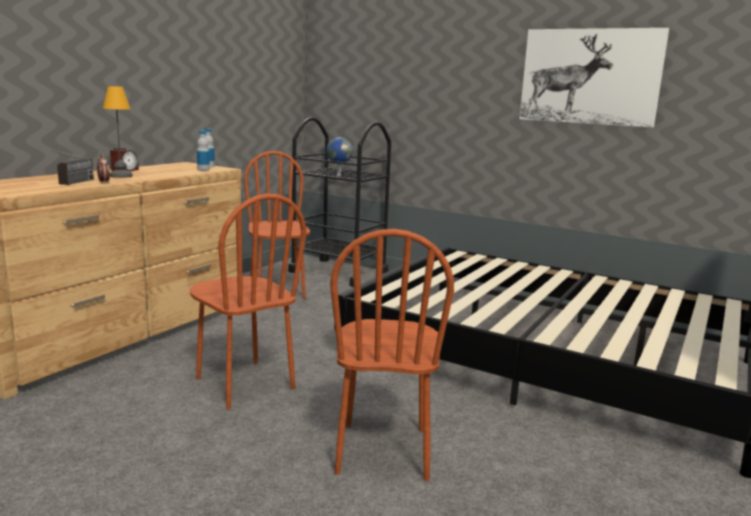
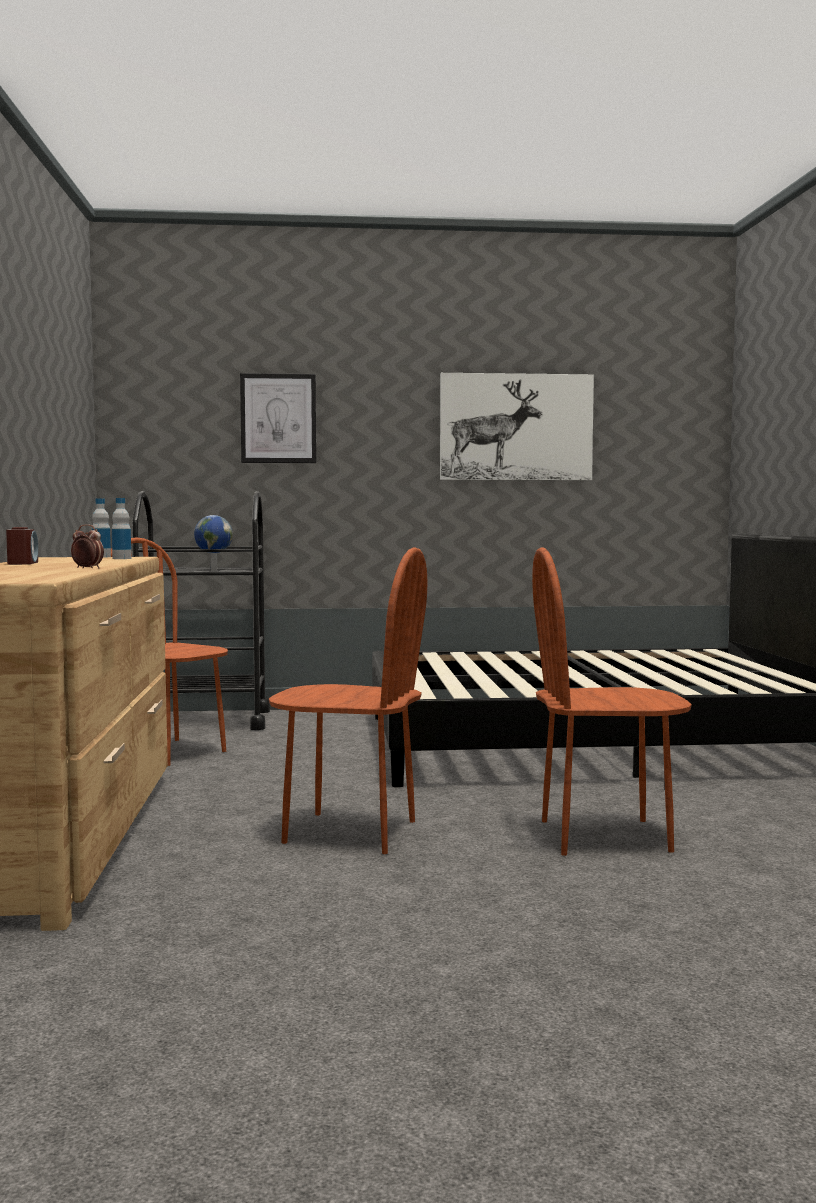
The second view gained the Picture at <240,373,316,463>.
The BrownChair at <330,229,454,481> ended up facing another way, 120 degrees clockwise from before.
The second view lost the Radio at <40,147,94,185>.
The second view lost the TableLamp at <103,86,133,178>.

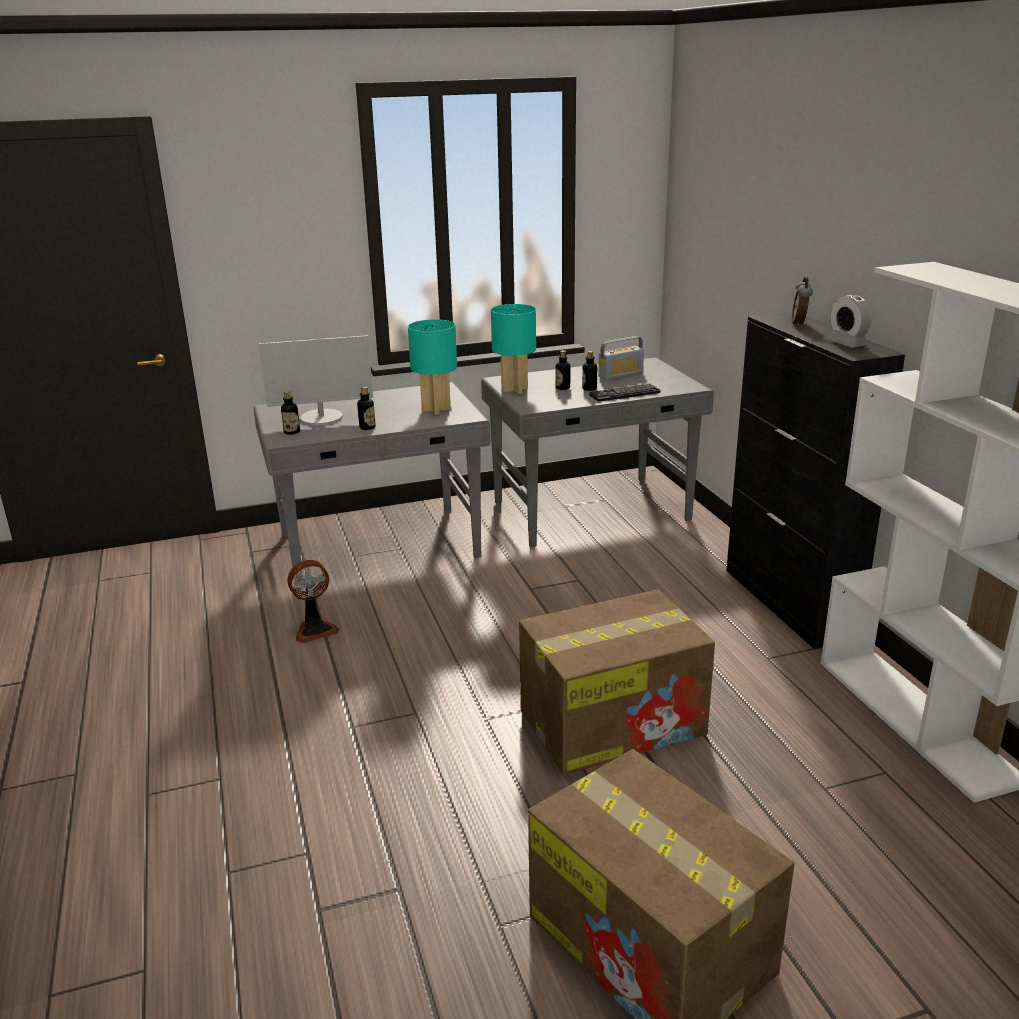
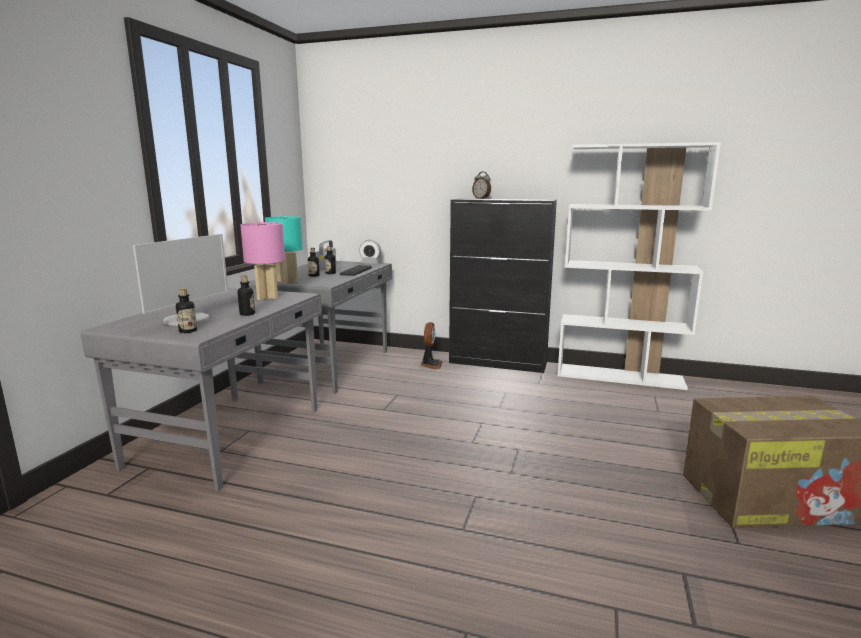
What was the TurquoiseTableLamp at <408,319,457,415> turned into the PinkTableLamp at <240,222,285,300>.
The AlarmClock ended up elsewhere, having gone from <828,295,871,348> to <359,240,381,263>.
The Fan ended up elsewhere, having gone from <287,560,339,643> to <421,322,443,369>.
The second view lost the CardboardBox at <519,590,715,775>.

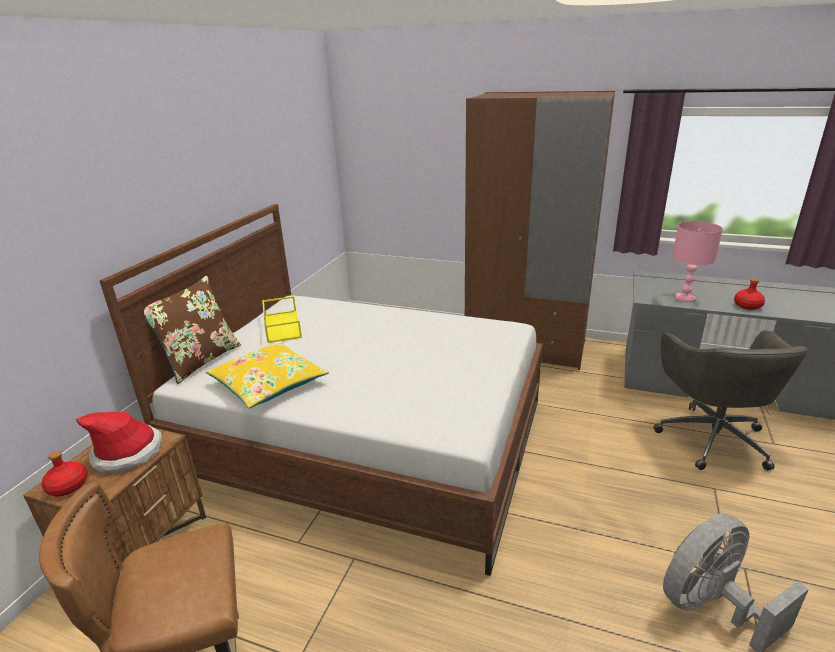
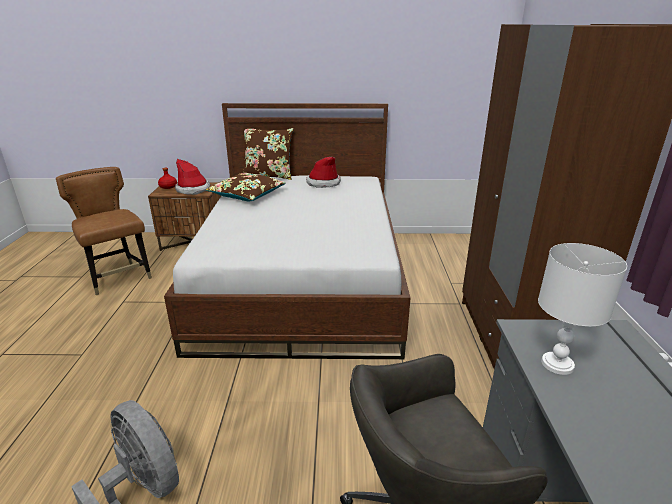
What was the YellowPillow at <205,342,329,408> turned into the BrownPillow at <206,173,286,201>.
Where the YellowTray stood at <262,296,302,343>, the Hat came to stand at <306,157,341,188>.
What was the PinkTableLamp at <672,221,723,303> turned into the WhiteTableLamp at <538,243,627,375>.
The second view lost the RedBottle at <734,278,765,310>.

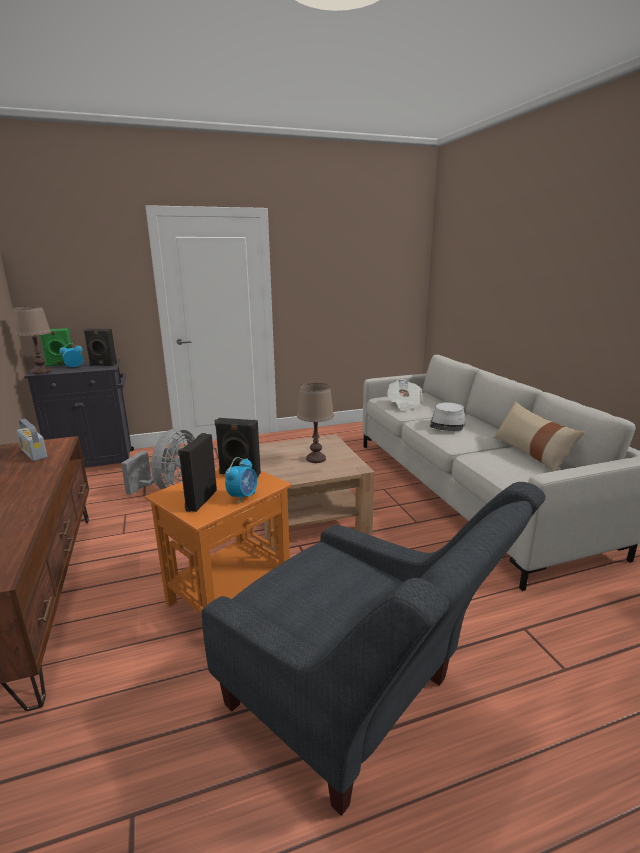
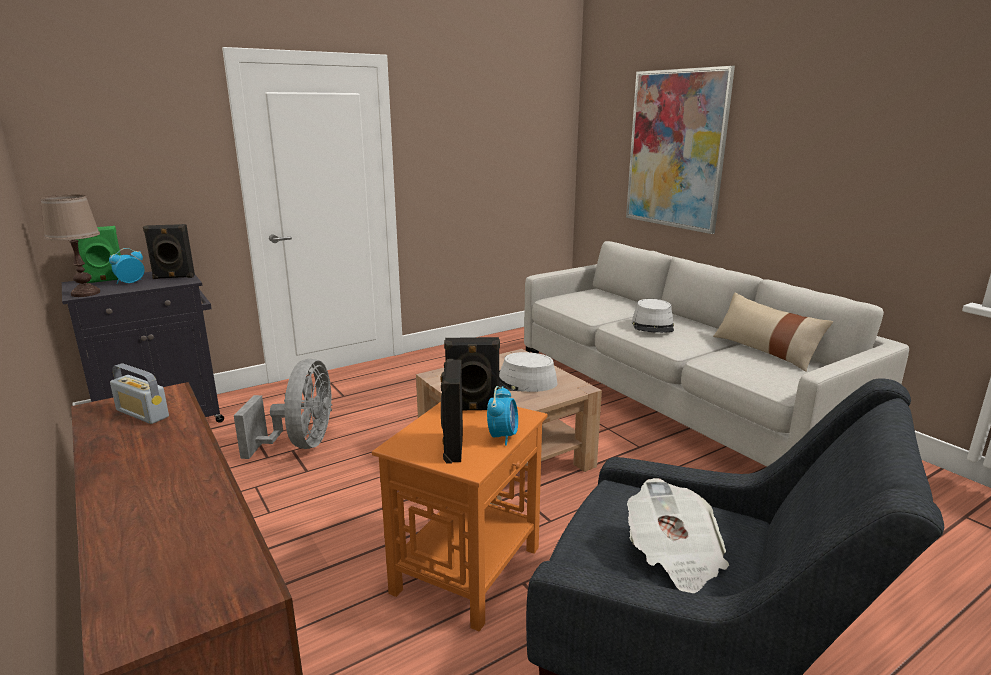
Where the BrownTableLamp stood at <297,383,334,463>, the GreyHat came to stand at <499,352,558,392>.
The second view gained the Picture at <626,66,735,234>.
The Newspaper ended up elsewhere, having gone from <387,379,423,411> to <627,478,729,593>.

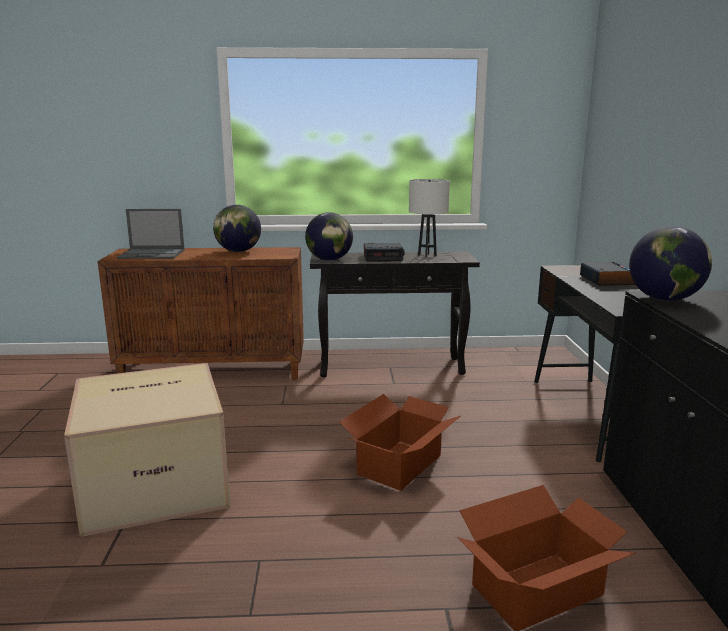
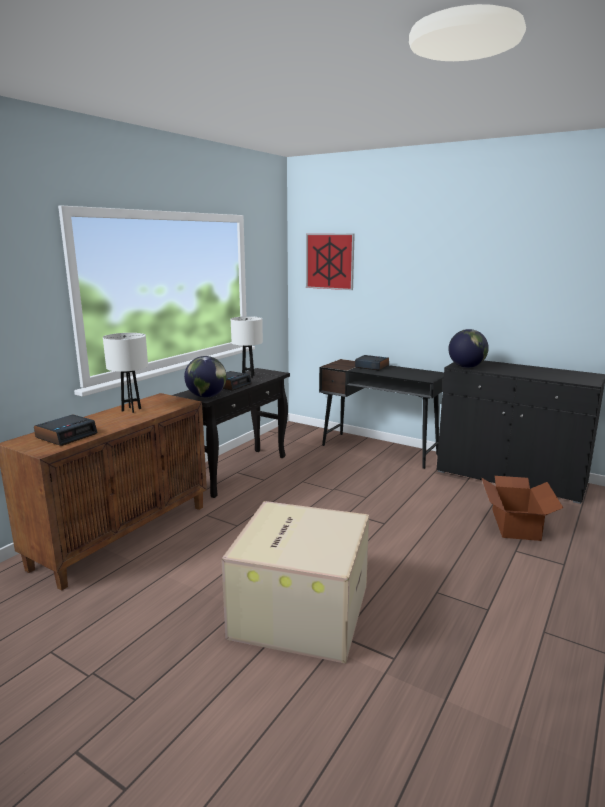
Where the Laptop stood at <117,209,185,259>, the AlarmClock came to stand at <34,415,97,446>.
Where the Globe stood at <213,205,261,252>, the WhiteTableLamp came to stand at <103,333,148,413>.
The second view gained the Picture at <306,234,355,290>.
The second view lost the CardboardBox at <339,394,461,491>.

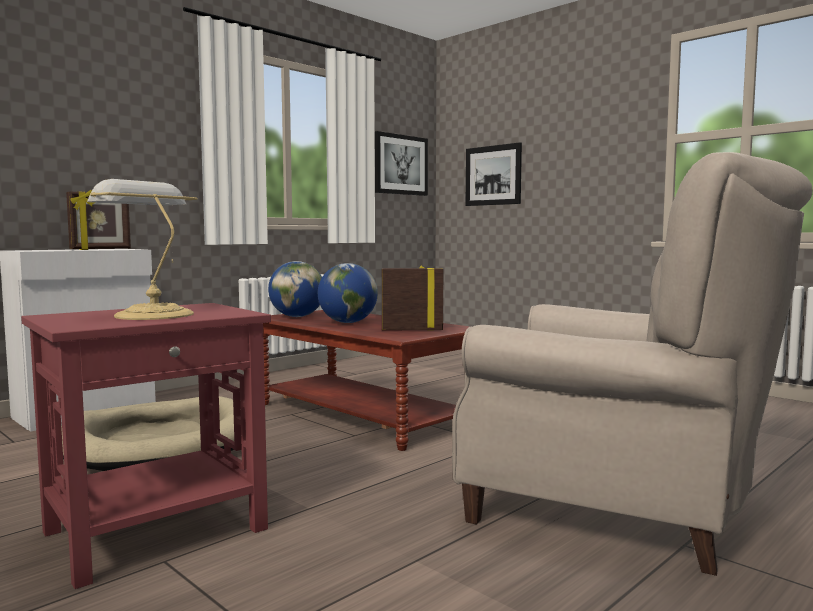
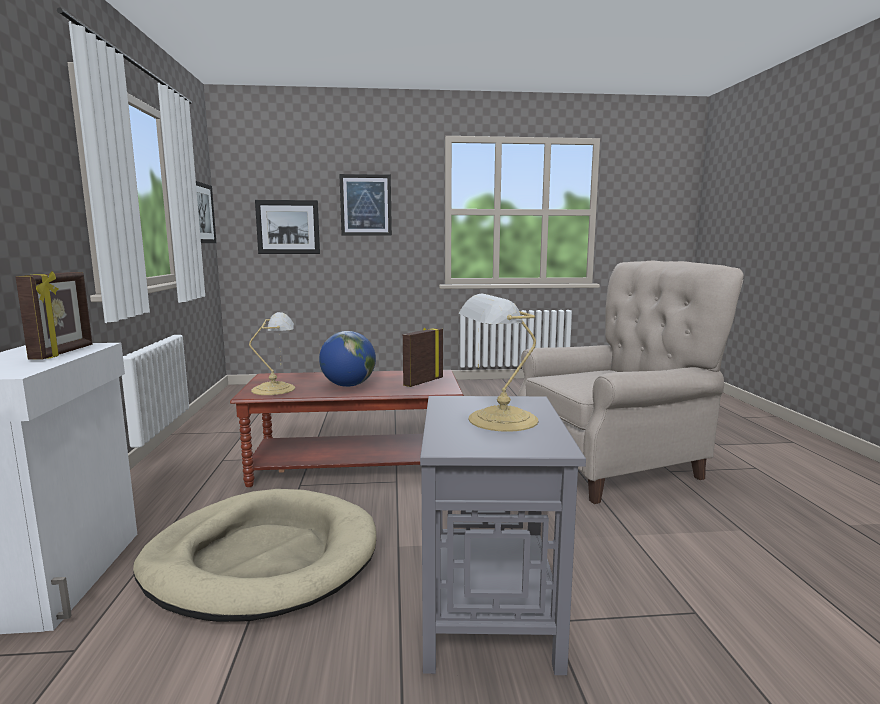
Where the Globe stood at <268,261,322,317>, the TableLamp came to stand at <249,312,295,395>.
The second view gained the Picture at <339,174,392,236>.
What was the RedSideTable at <21,303,271,589> turned into the GreySideTable at <420,396,586,675>.

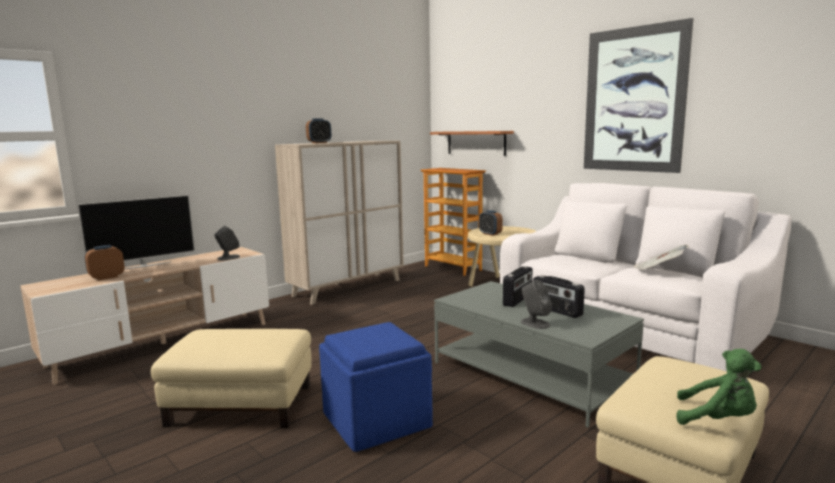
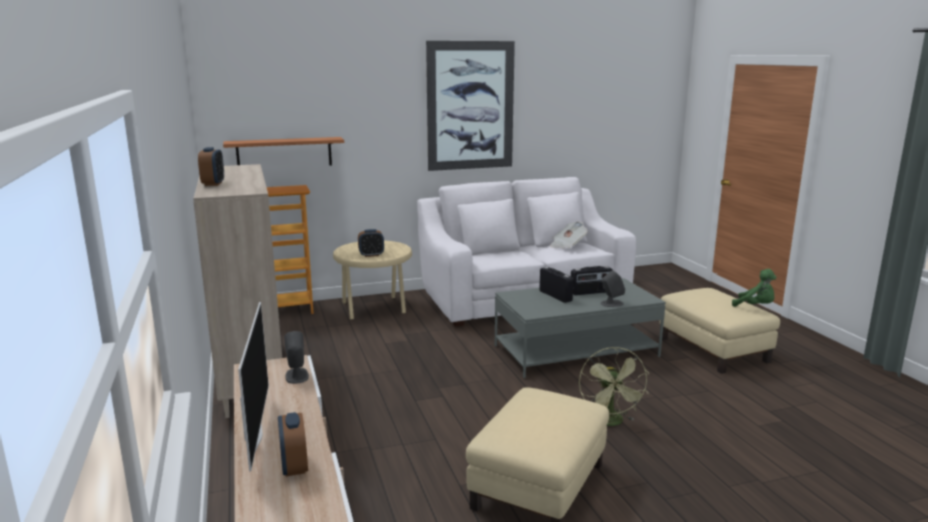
Where the BlueOttoman stood at <319,322,433,452>, the GreenFan came to stand at <579,347,649,426>.
The GreenPlushToy at <677,349,761,425> ended up facing another way, 75 degrees clockwise from before.

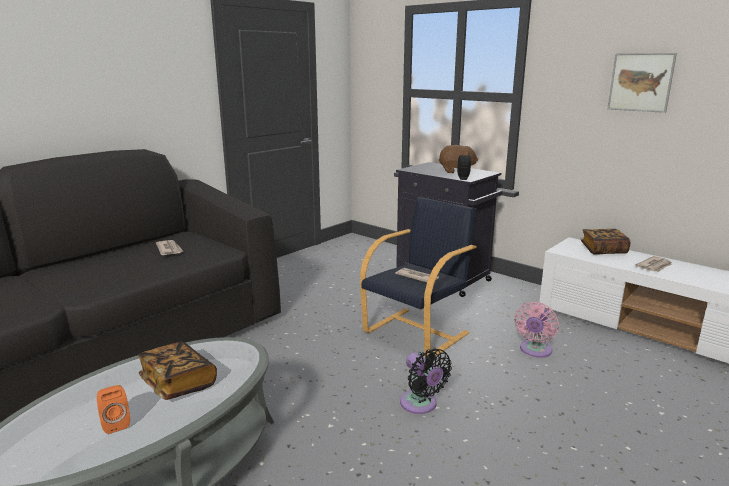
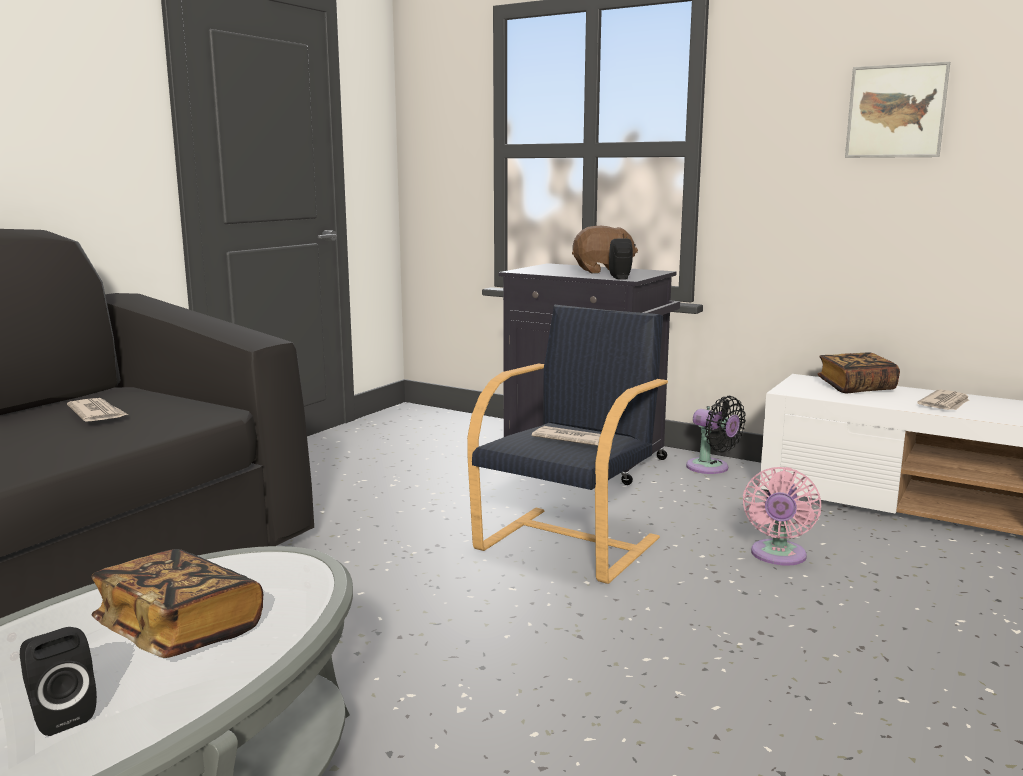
What was the OrangeSpeaker at <97,385,130,434> turned into the BlackSpeaker at <20,627,97,736>.
The BlackFan ended up elsewhere, having gone from <400,348,452,414> to <686,396,746,474>.

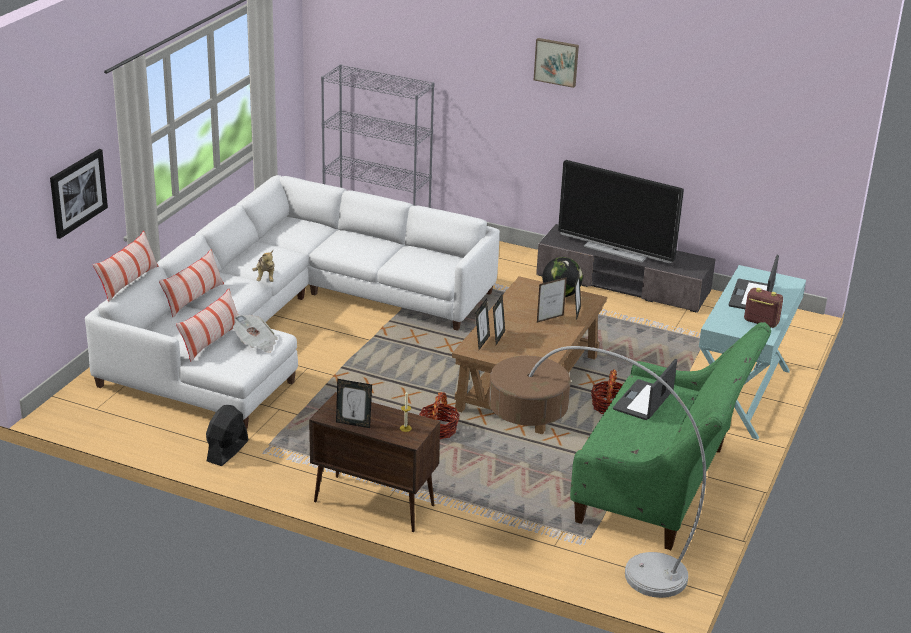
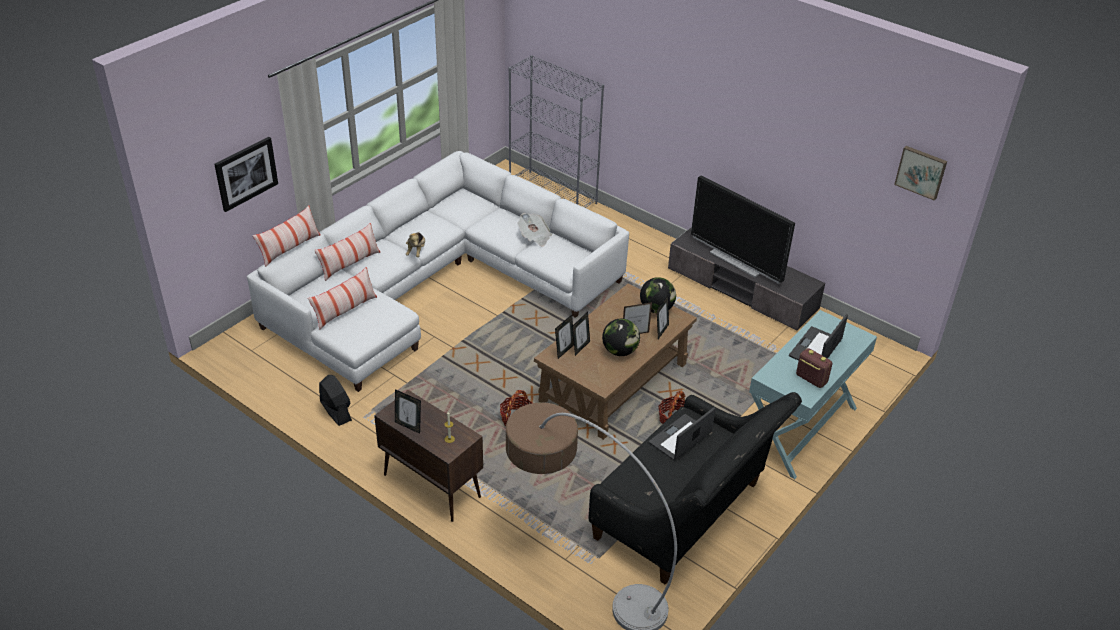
The BlackFan at <206,405,248,466> ended up facing another way, 105 degrees clockwise from before.
The Newspaper ended up elsewhere, having gone from <233,315,278,353> to <518,213,552,246>.
What was the GreenSofa at <570,322,771,550> turned into the BlackSofa at <589,392,802,585>.
The second view gained the Globe at <602,319,640,356>.
The Picture ended up elsewhere, having gone from <534,38,579,88> to <894,146,947,201>.

